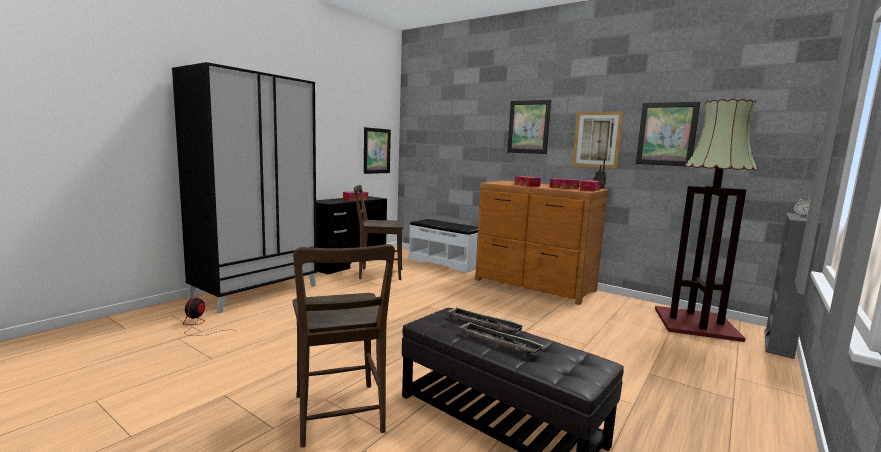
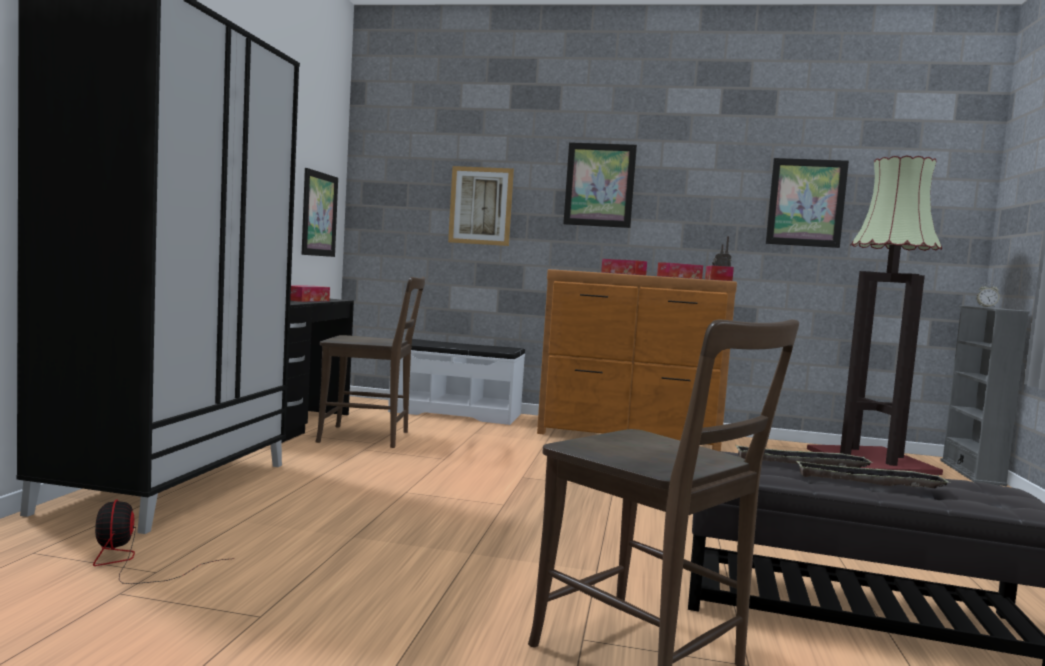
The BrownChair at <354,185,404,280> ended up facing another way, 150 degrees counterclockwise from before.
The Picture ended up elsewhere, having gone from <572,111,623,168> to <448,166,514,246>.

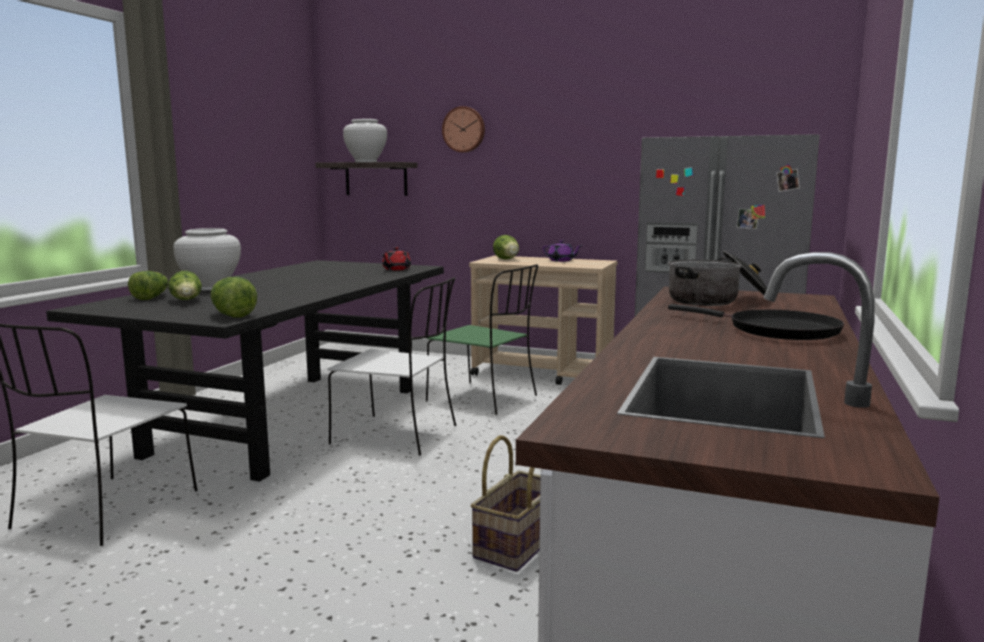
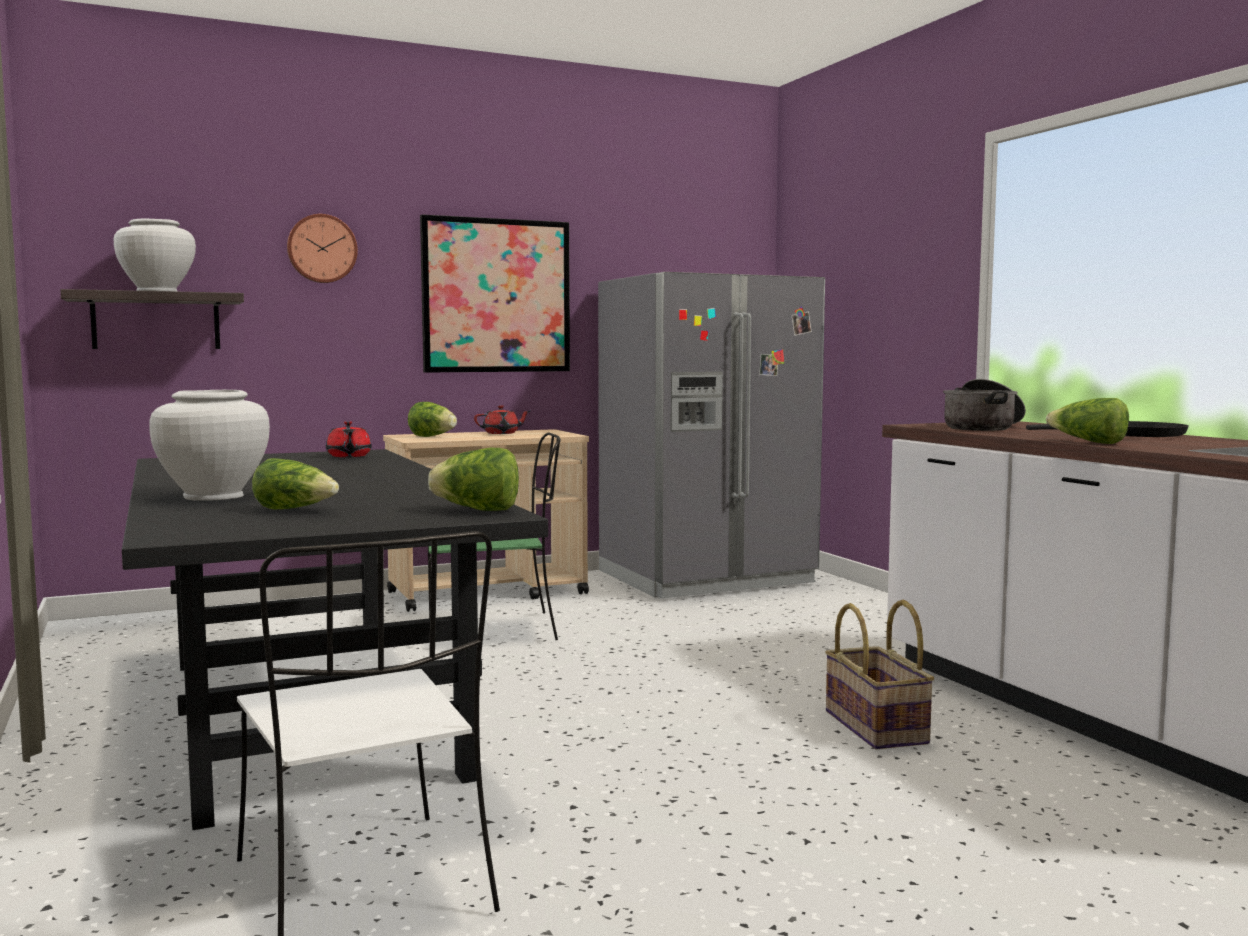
The second view gained the Picture at <420,214,570,373>.
What was the PurpleTeapot at <543,240,581,262> turned into the RedTeapot at <474,405,530,434>.
The Lettuce ended up elsewhere, having gone from <128,271,168,300> to <1046,398,1129,444>.
The second view lost the WhiteChair at <327,277,456,455>.

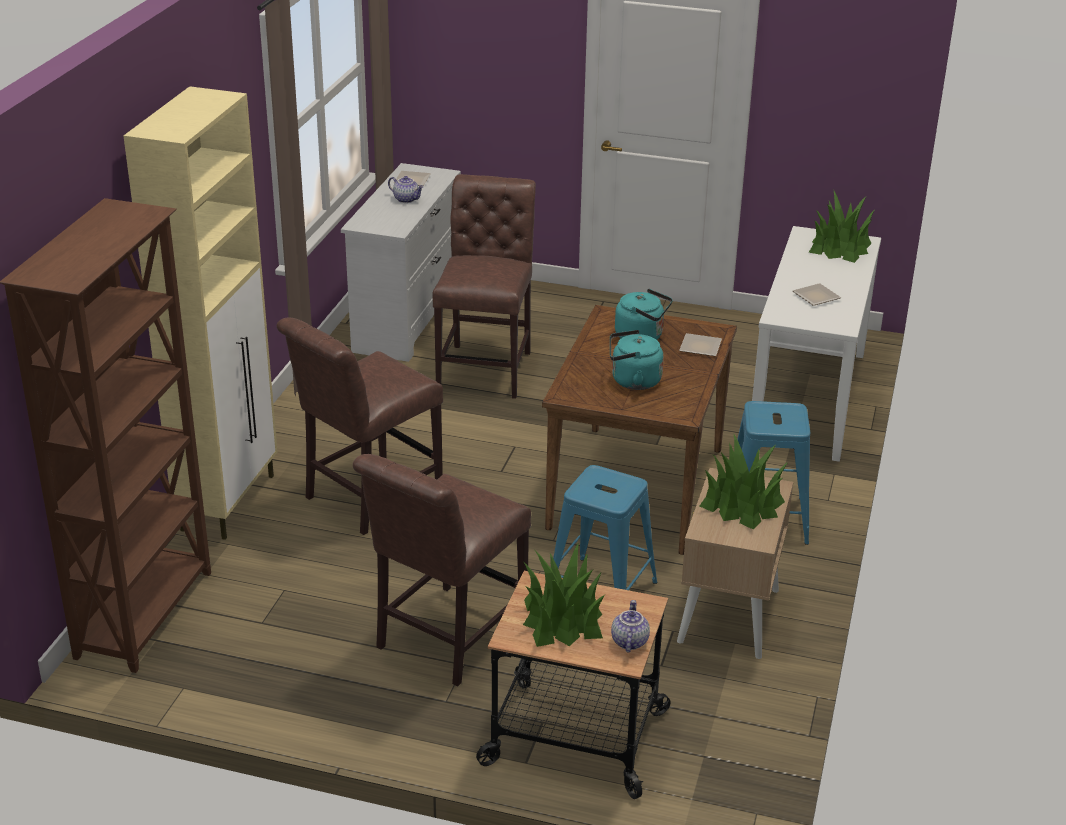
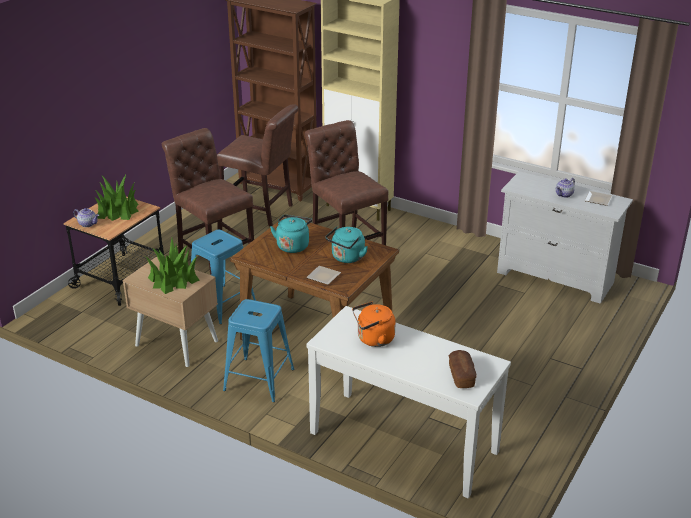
The BrownChair ended up elsewhere, having gone from <432,174,536,399> to <217,104,298,226>.
Where the Plate stood at <793,283,841,306>, the OrangeKettle came to stand at <352,301,396,347>.
Where the PottedPlant stood at <809,191,874,263>, the Bread came to stand at <449,350,476,388>.

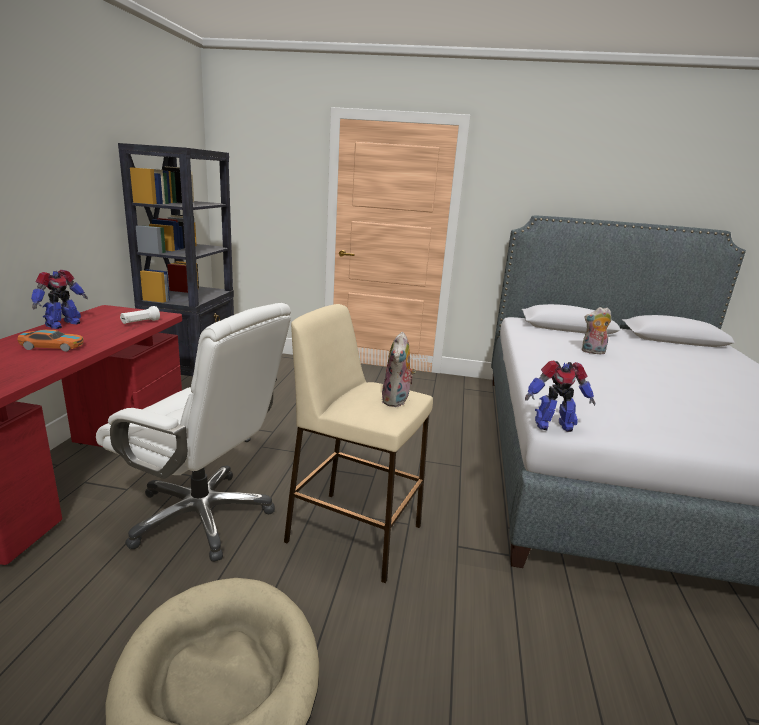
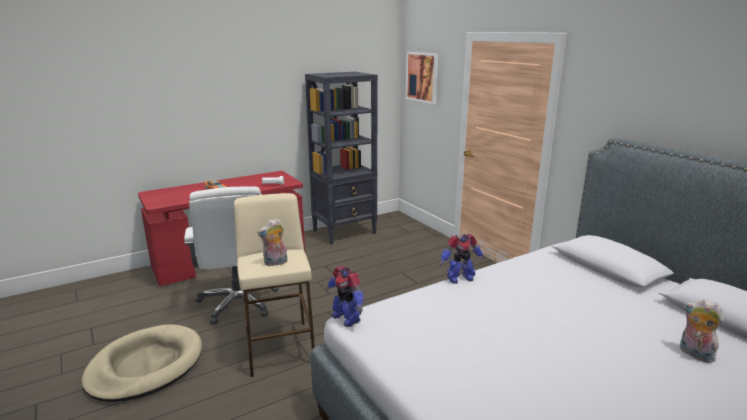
The second view gained the Picture at <406,52,438,104>.
The ToyRobot ended up elsewhere, having gone from <31,270,88,329> to <440,234,485,284>.
The PlushToy ended up elsewhere, having gone from <582,307,612,354> to <680,299,724,363>.

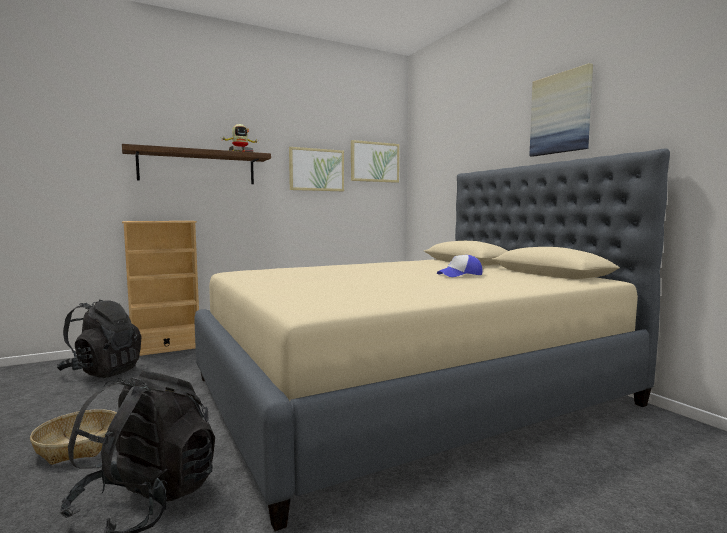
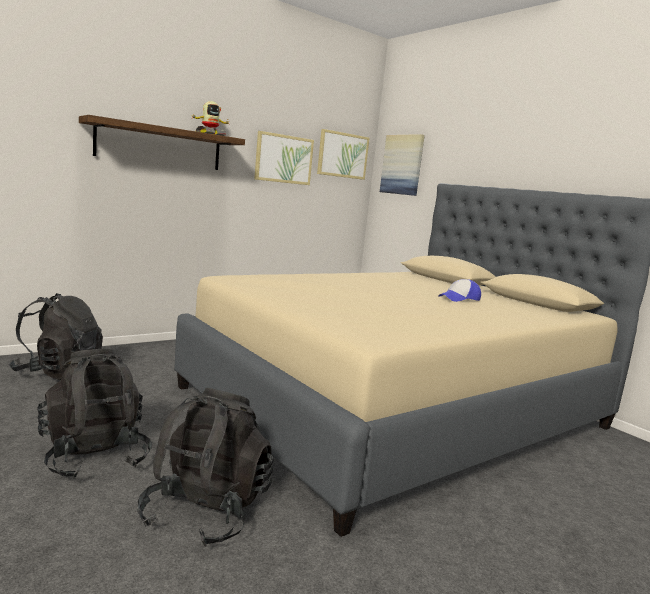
Where the Basket stood at <30,409,117,465>, the BlackBackpack came to stand at <37,349,152,479>.
The Picture ended up elsewhere, having gone from <529,63,593,157> to <380,134,425,196>.
The second view lost the BeigeBookcase at <122,221,199,356>.

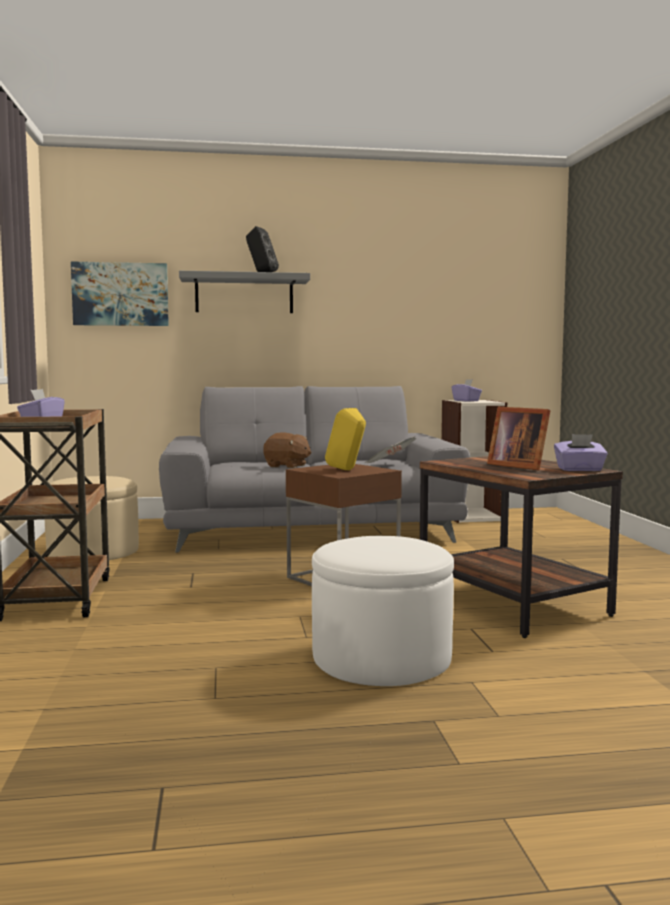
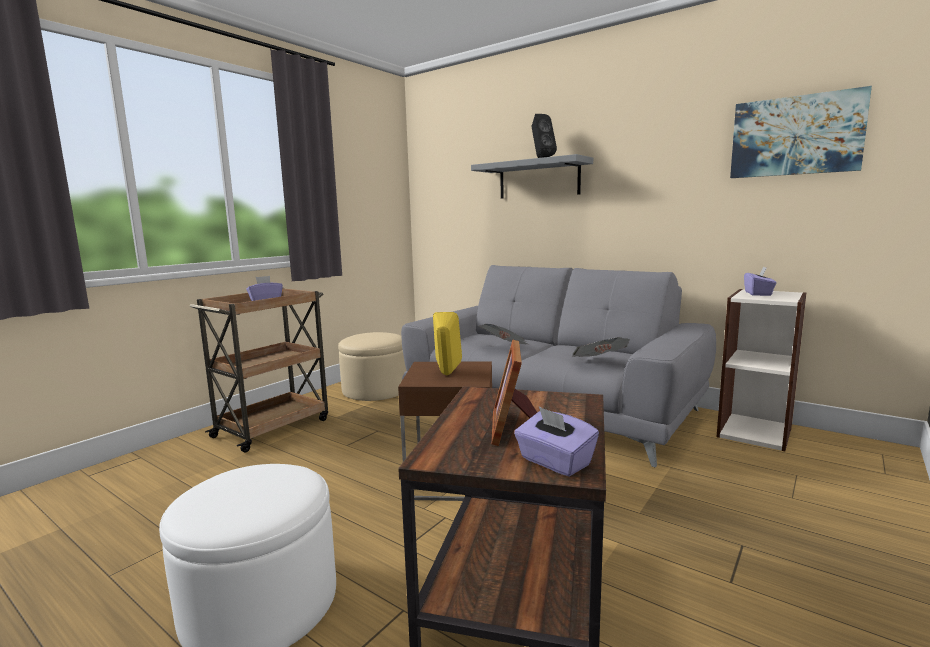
Where the BrownPlushToy stood at <263,432,312,468>, the Newspaper came to stand at <479,324,527,344>.
The Picture ended up elsewhere, having gone from <71,262,169,326> to <730,86,872,178>.

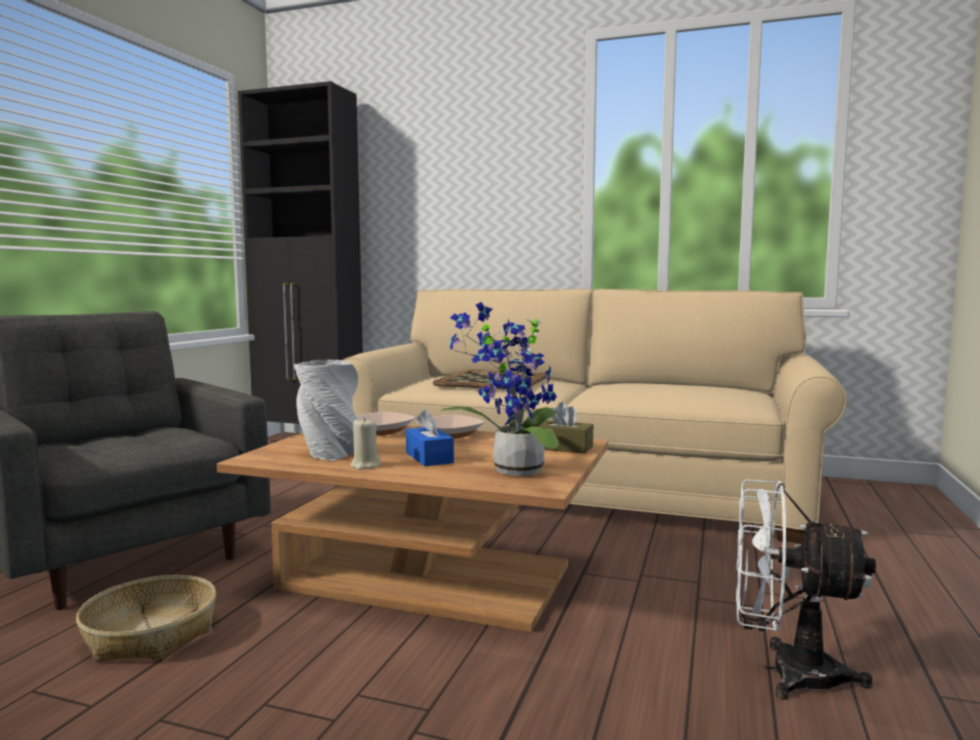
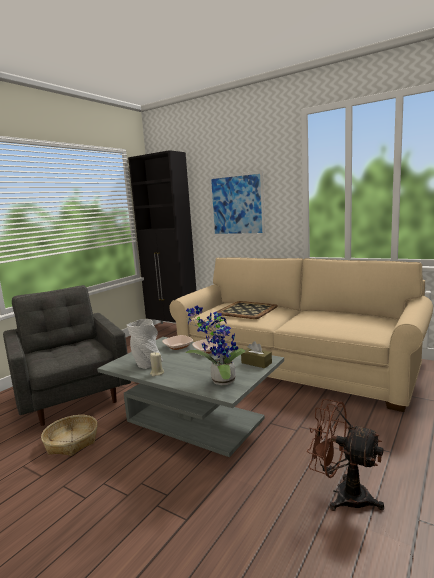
What was the BrownCoffeeTable at <217,426,608,632> turned into the GreyCoffeeTable at <97,337,284,457>.
The second view gained the Picture at <209,171,265,236>.
What was the WhiteFan at <736,479,876,700> turned into the BrownFan at <307,399,384,511>.
The second view lost the BlueTissueBox at <406,409,454,466>.

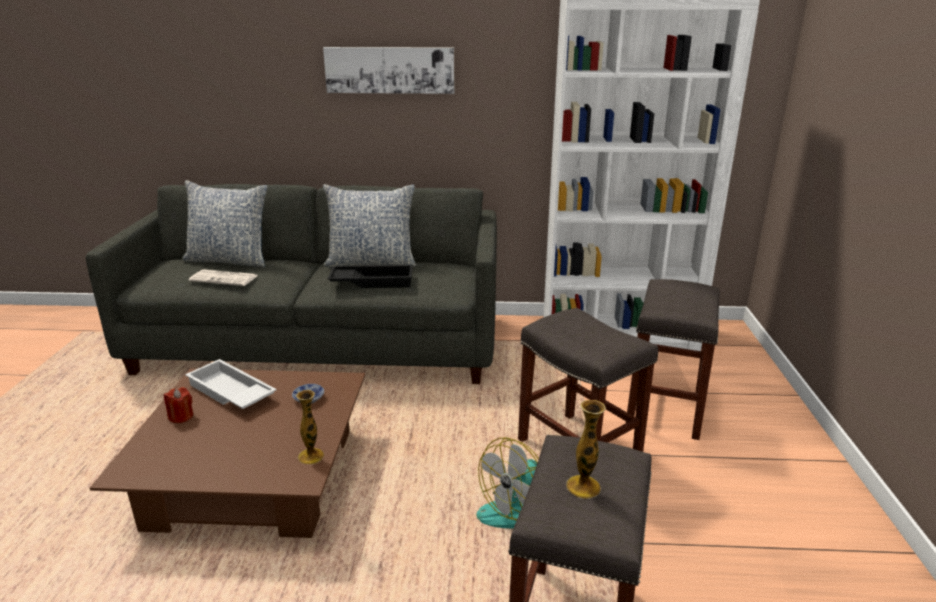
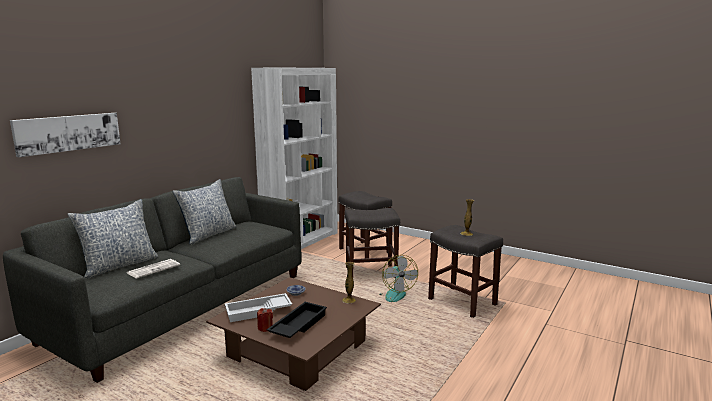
The Picture ended up elsewhere, having gone from <323,47,454,94> to <10,113,121,157>.
The BlackTray ended up elsewhere, having gone from <328,265,413,288> to <266,302,327,338>.

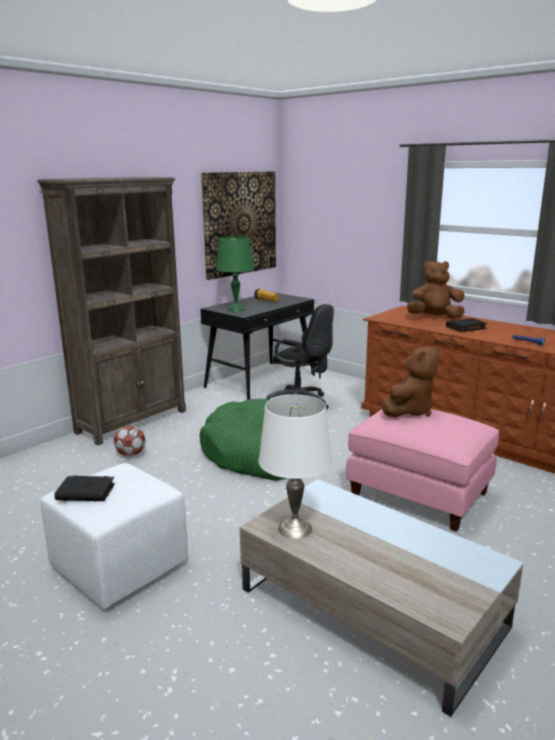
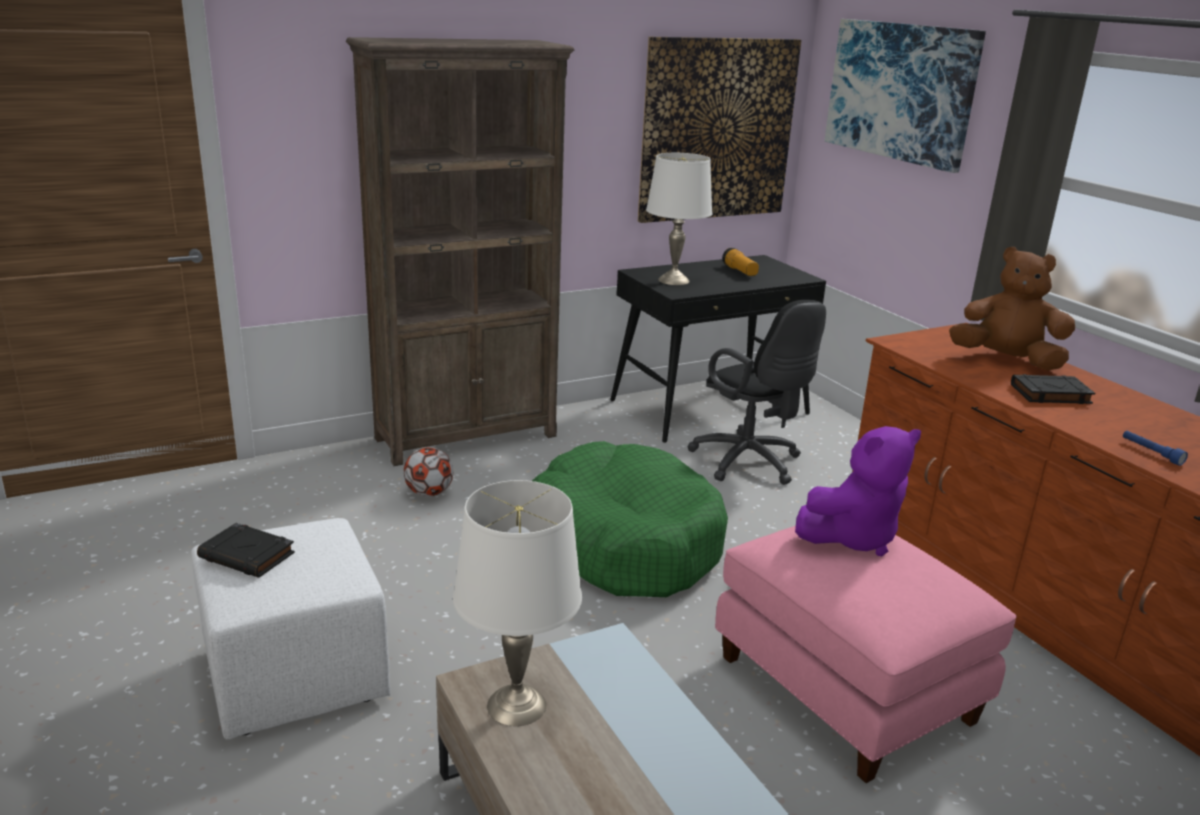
What was the GreenTableLamp at <216,236,254,312> turned into the WhiteTableLamp at <646,153,712,285>.
What was the BrownPlushToy at <382,345,439,417> turned into the PurplePlushToy at <795,426,921,556>.
The second view gained the Picture at <825,19,986,173>.

